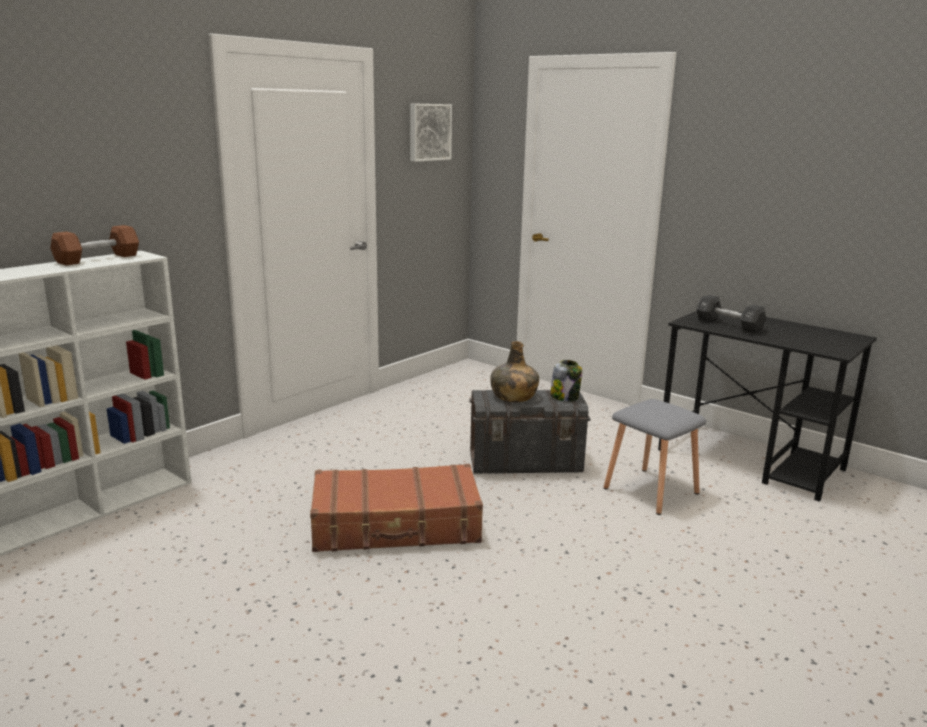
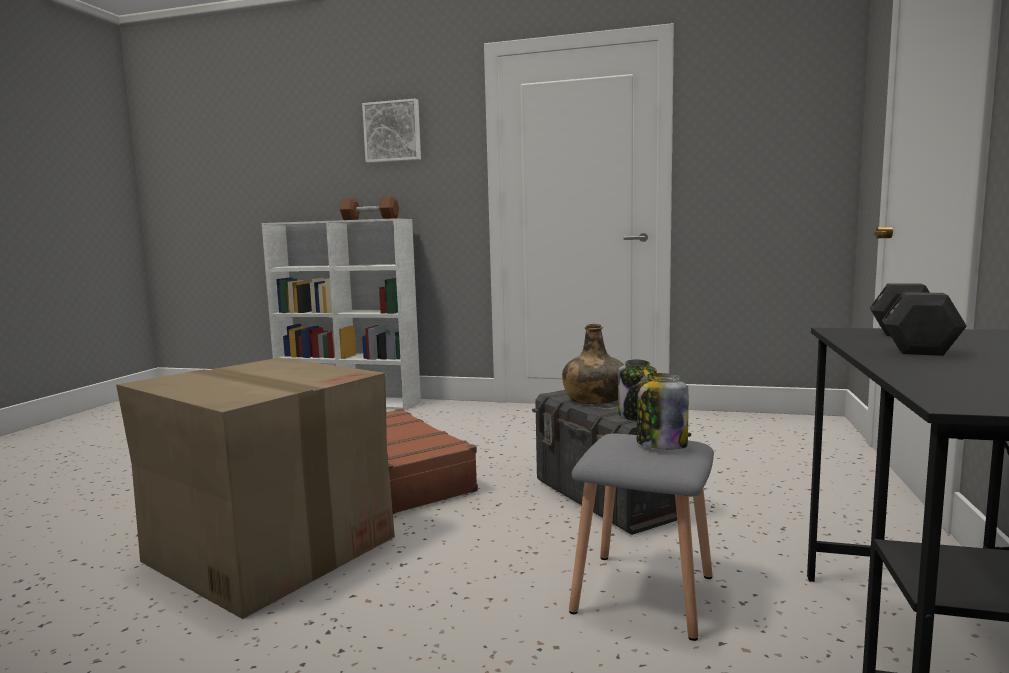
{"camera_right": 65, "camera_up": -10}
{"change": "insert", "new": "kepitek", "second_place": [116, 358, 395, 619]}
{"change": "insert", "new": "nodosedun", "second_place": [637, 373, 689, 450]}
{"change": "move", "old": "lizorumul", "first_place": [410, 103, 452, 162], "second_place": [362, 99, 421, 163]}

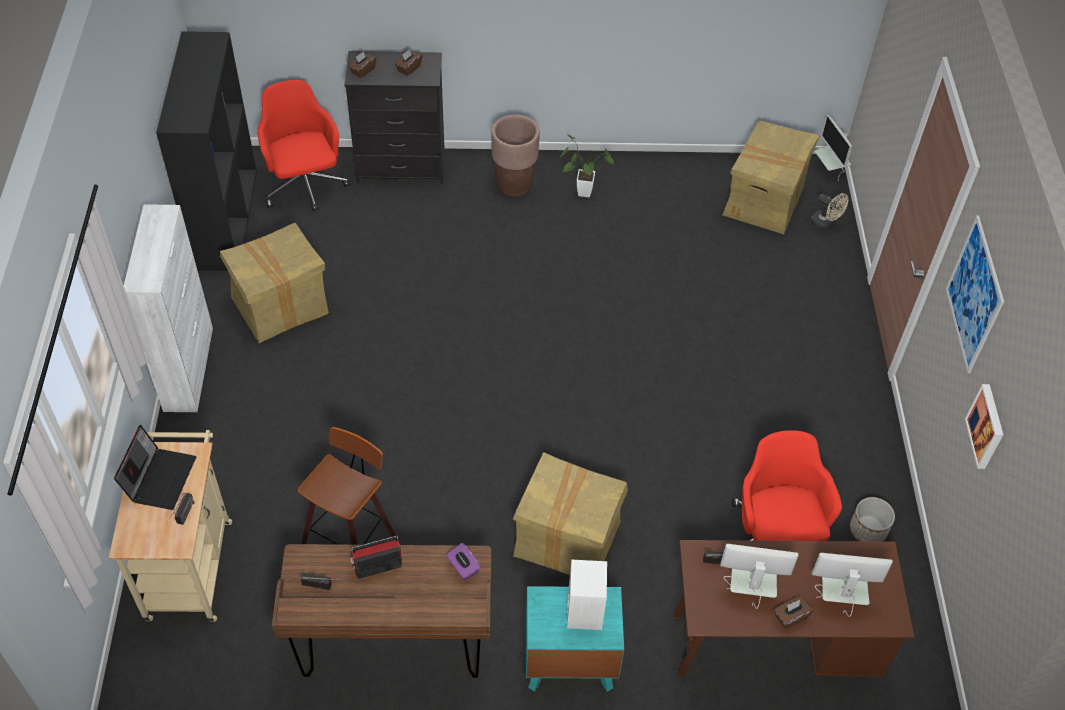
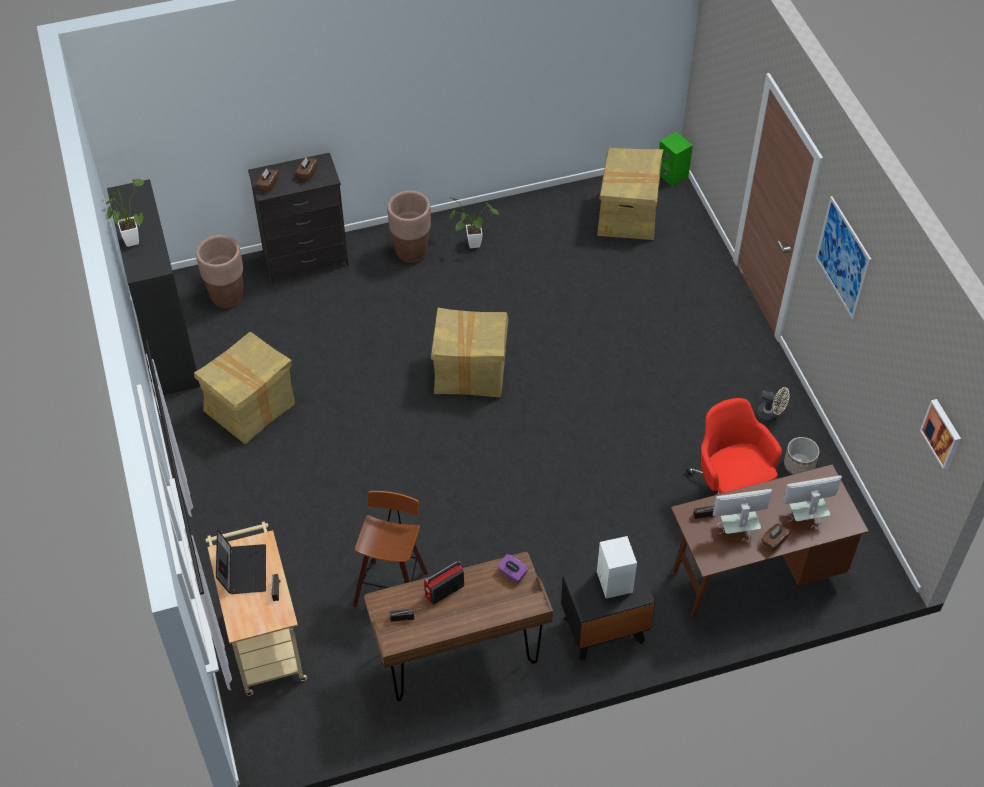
{"camera_right": -15, "camera_up": 0}
{"change": "delete", "old": "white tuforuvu", "first_place": [124, 204, 213, 412]}
{"change": "insert", "new": "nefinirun", "second_place": [106, 179, 144, 247]}
{"change": "move", "old": "kepitek", "first_place": [513, 452, 628, 575], "second_place": [430, 308, 509, 397]}
{"change": "move", "old": "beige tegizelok", "first_place": [811, 193, 848, 230], "second_place": [756, 387, 790, 423]}
{"change": "move", "old": "lizorumul", "first_place": [965, 384, 1003, 469], "second_place": [920, 399, 961, 470]}
{"change": "replace", "old": "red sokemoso", "new": "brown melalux", "first_place": [257, 80, 350, 211], "second_place": [196, 235, 243, 308]}
{"change": "replace", "old": "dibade", "new": "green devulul", "first_place": [815, 114, 852, 180], "second_place": [659, 132, 693, 186]}
{"change": "recolor", "old": "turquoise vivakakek", "new": "black vivakakek", "first_place": [526, 586, 624, 692], "second_place": [561, 556, 655, 660]}

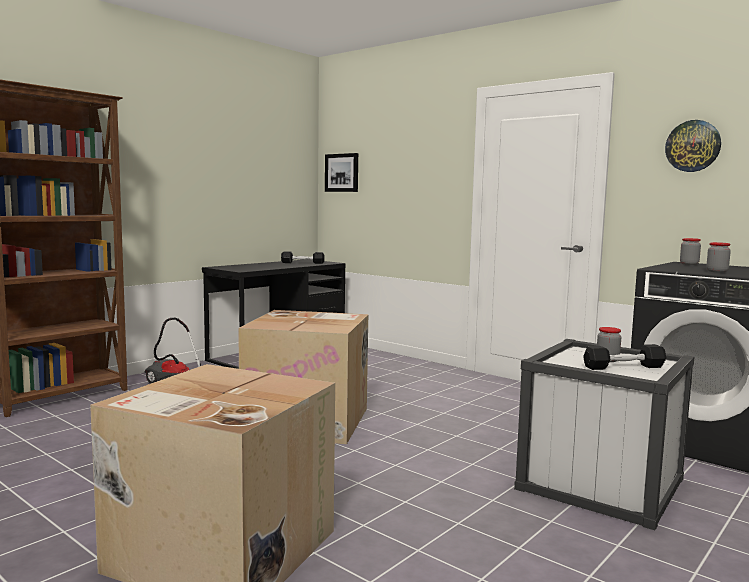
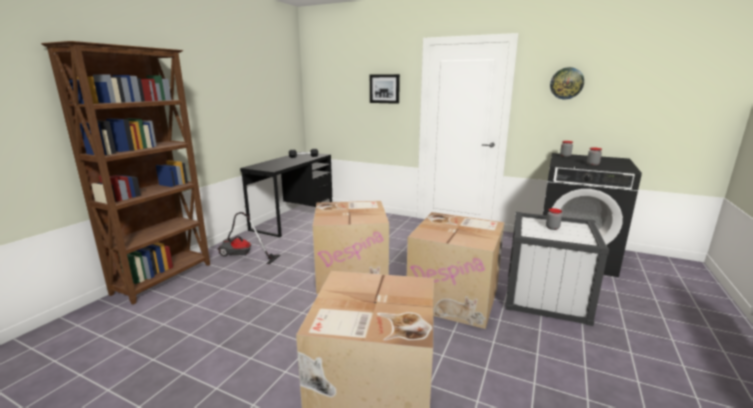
{"camera_right": -15, "camera_up": 10}
{"change": "delete", "old": "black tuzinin", "first_place": [583, 344, 667, 370]}
{"change": "insert", "new": "kepitek", "second_place": [407, 212, 505, 329]}
{"change": "move", "old": "lizorumul", "first_place": [325, 153, 358, 192], "second_place": [370, 74, 400, 104]}

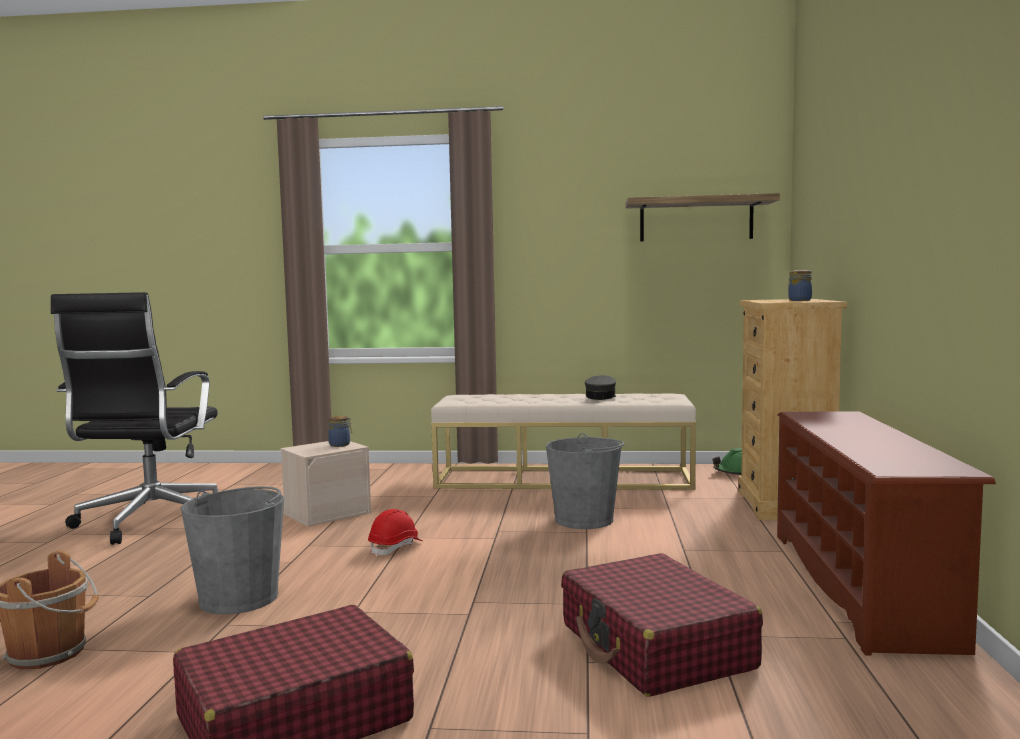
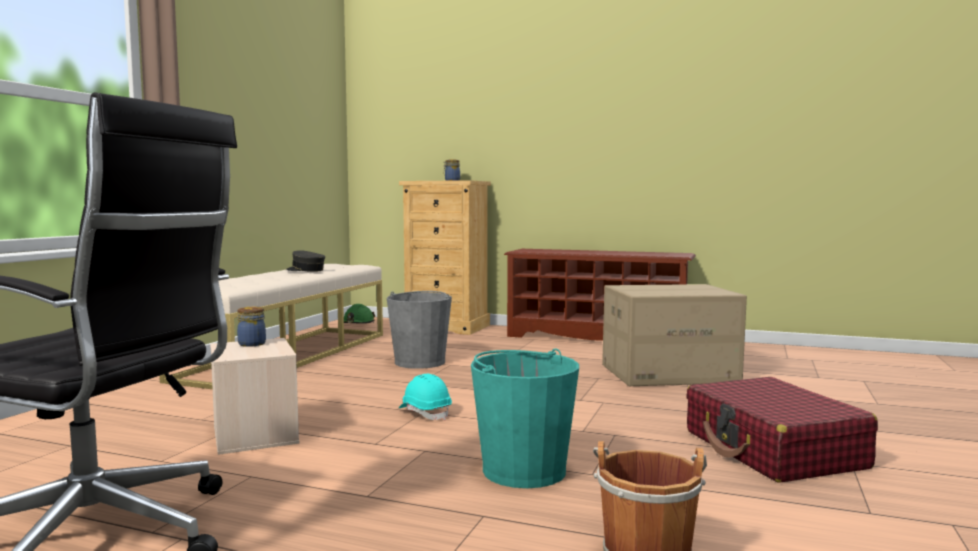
{"camera_right": -75, "camera_up": 0}
{"change": "delete", "old": "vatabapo", "first_place": [625, 193, 780, 241]}
{"change": "replace", "old": "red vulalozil", "new": "kepitek", "first_place": [561, 553, 763, 697], "second_place": [602, 284, 747, 386]}
{"change": "recolor", "old": "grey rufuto", "new": "turquoise rufuto", "first_place": [181, 486, 284, 614], "second_place": [471, 349, 579, 488]}
{"change": "recolor", "old": "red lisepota", "new": "turquoise lisepota", "first_place": [368, 509, 422, 557], "second_place": [399, 374, 452, 420]}

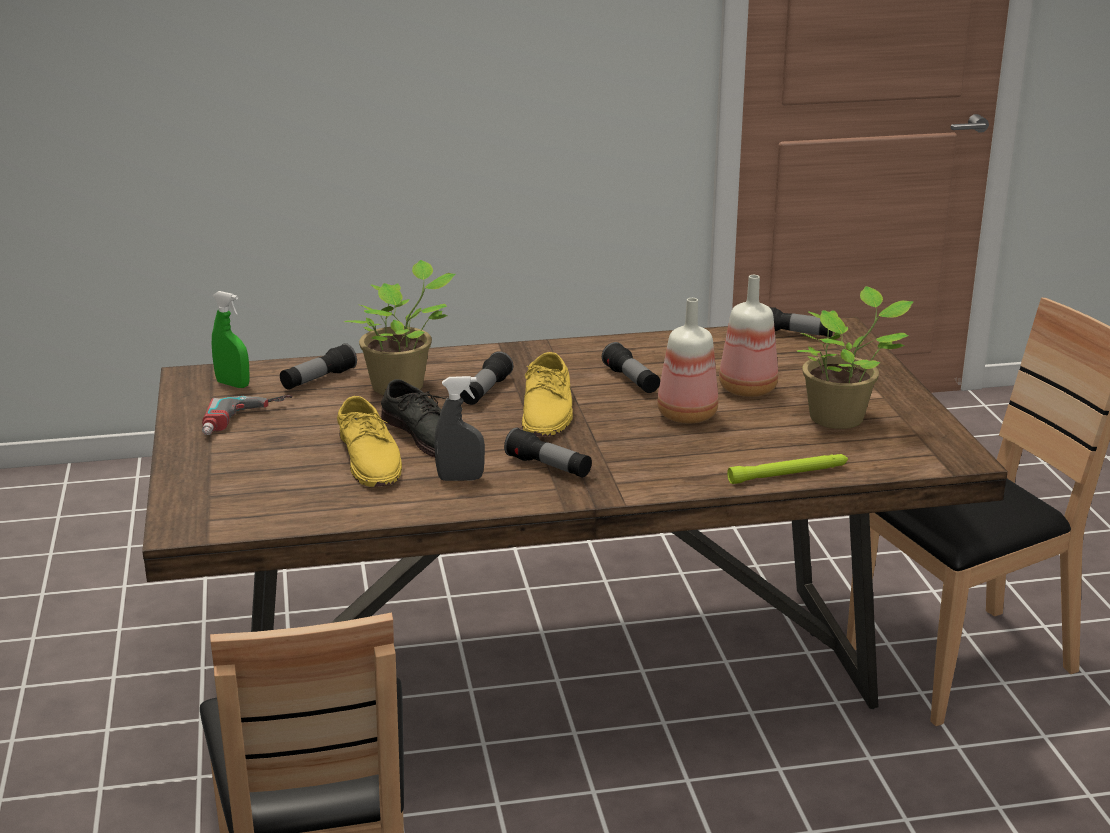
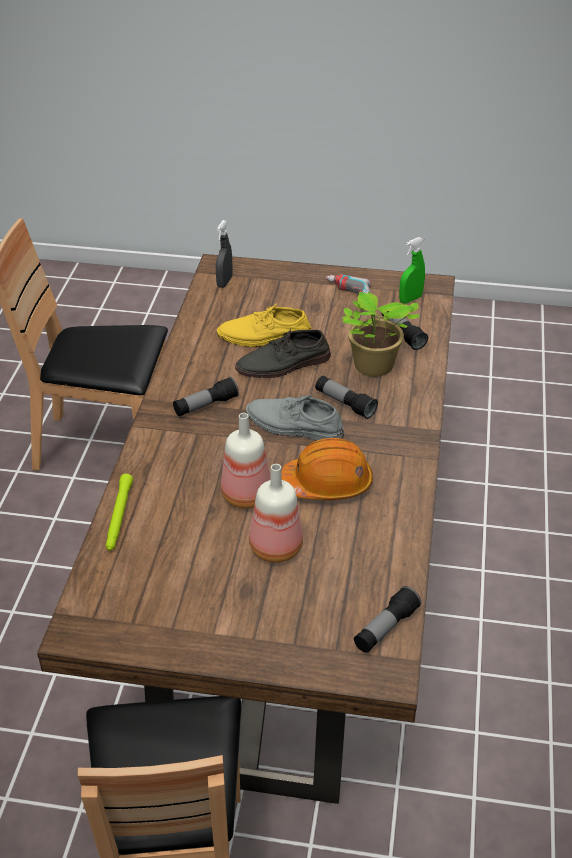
{"camera_right": 110, "camera_up": 15}
{"change": "delete", "old": "nefinirun", "first_place": [797, 286, 914, 429]}
{"change": "move", "old": "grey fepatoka", "first_place": [435, 376, 485, 481], "second_place": [216, 220, 233, 288]}
{"change": "replace", "old": "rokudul", "new": "orange lisepota", "first_place": [602, 342, 660, 393], "second_place": [281, 438, 373, 500]}
{"change": "recolor", "old": "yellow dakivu", "new": "grey dakivu", "first_place": [522, 352, 573, 436], "second_place": [246, 394, 344, 441]}

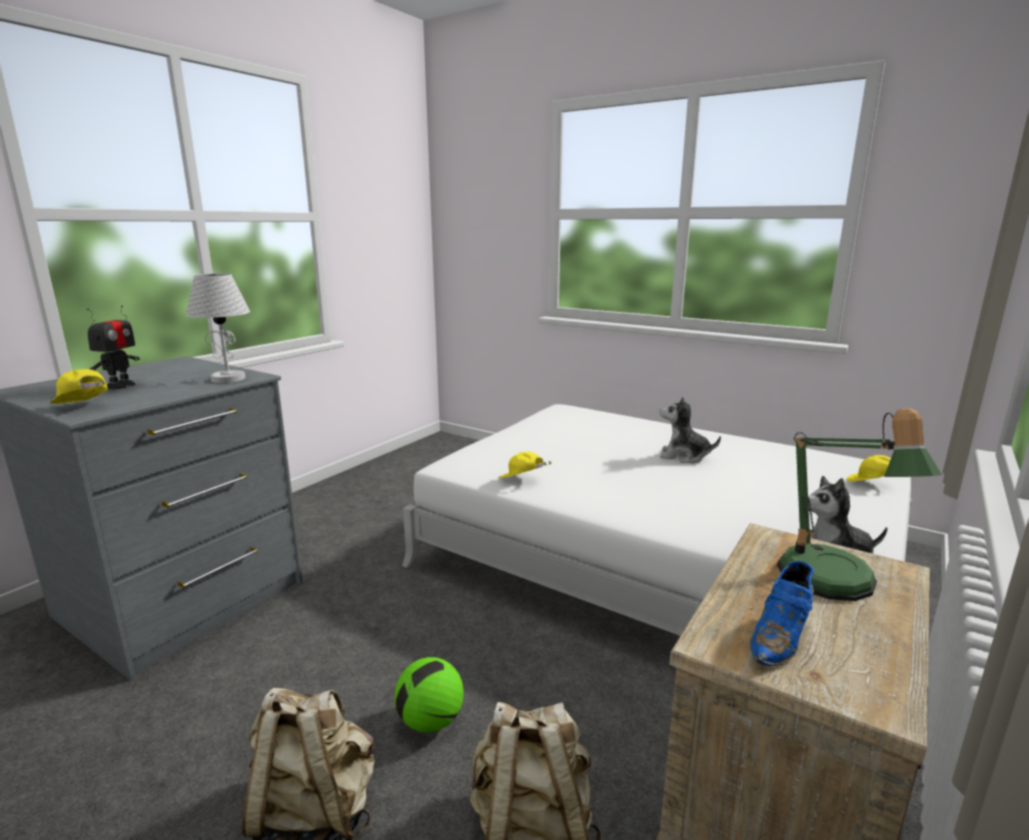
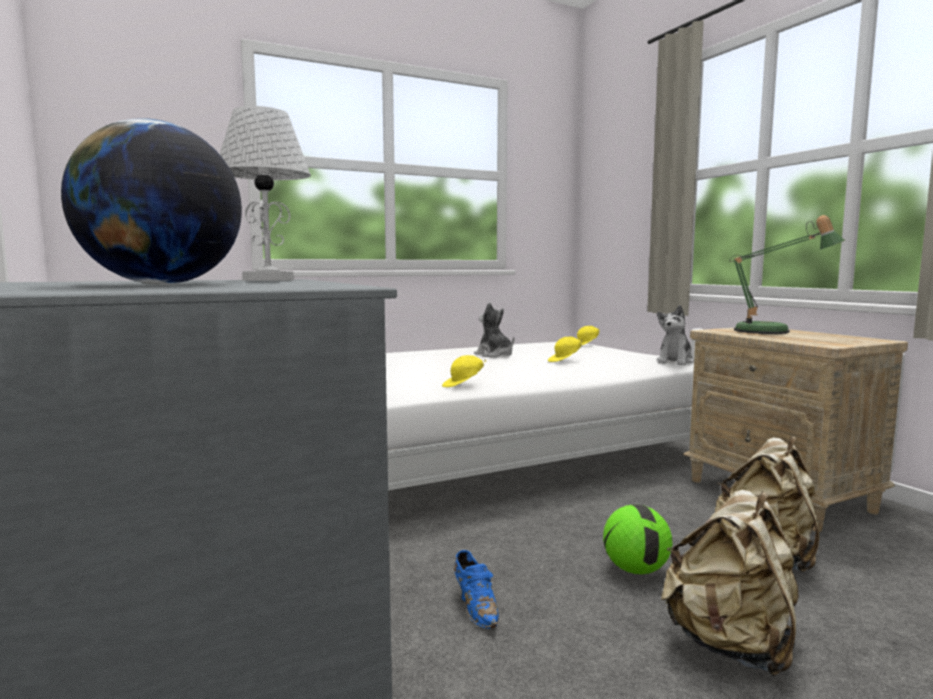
{"camera_right": -60, "camera_up": -10}
{"change": "move", "old": "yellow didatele", "first_place": [50, 369, 108, 404], "second_place": [548, 337, 582, 362]}
{"change": "move", "old": "blue dakivu", "first_place": [750, 561, 814, 666], "second_place": [454, 550, 499, 629]}
{"change": "replace", "old": "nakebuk", "new": "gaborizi", "first_place": [87, 305, 140, 389], "second_place": [61, 118, 242, 285]}
{"change": "rotate", "old": "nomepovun", "first_place": [660, 396, 721, 463], "second_place": [474, 302, 514, 357], "degrees": 90}

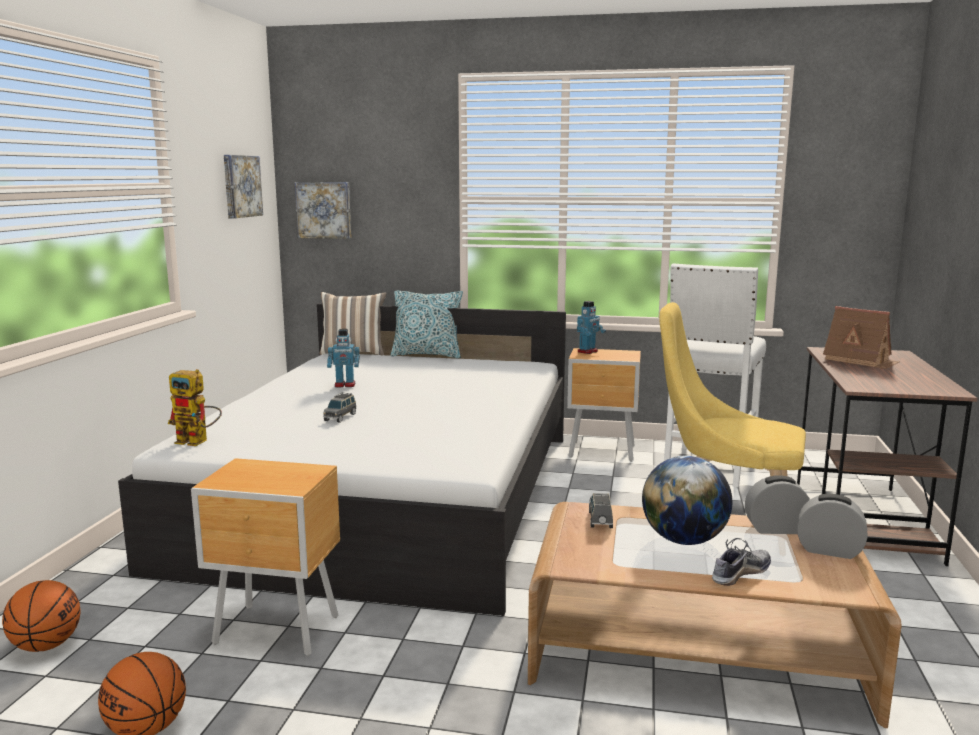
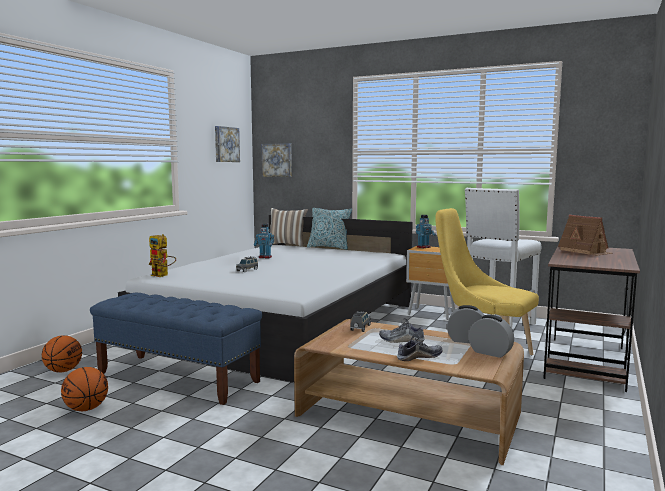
{"camera_right": 15, "camera_up": -5}
{"change": "replace", "old": "brown vivakakek", "new": "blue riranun", "first_place": [191, 458, 340, 656], "second_place": [90, 293, 262, 405]}
{"change": "replace", "old": "gaborizi", "new": "dakivu", "first_place": [642, 456, 732, 545], "second_place": [379, 318, 425, 343]}

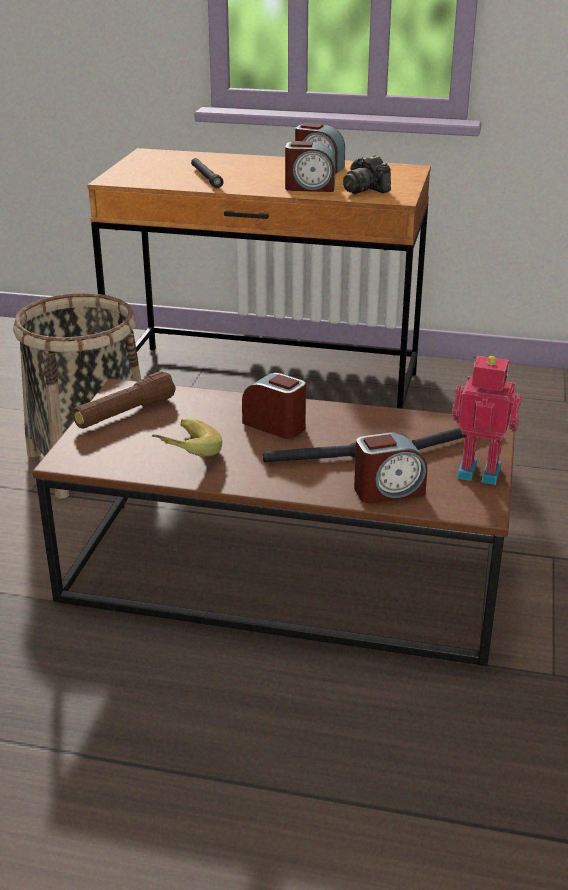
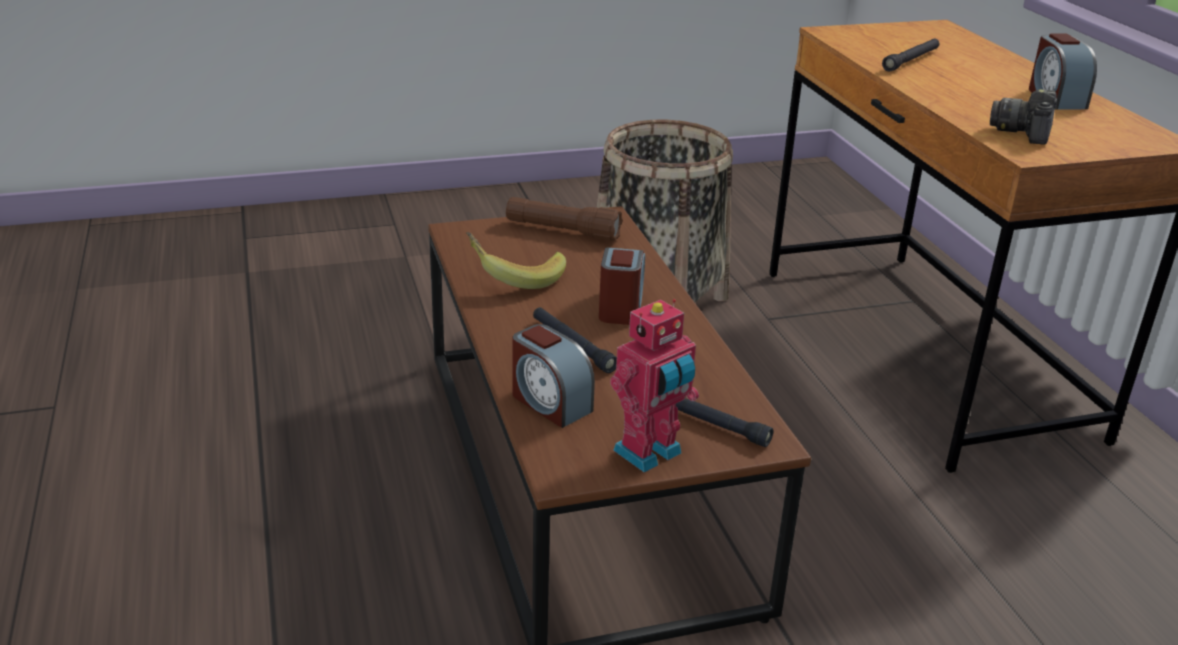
{"camera_right": 60, "camera_up": 0}
{"change": "delete", "old": "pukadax", "first_place": [285, 141, 335, 192]}
{"change": "rotate", "old": "nakebuk", "first_place": [452, 356, 522, 485], "second_place": [610, 299, 699, 472], "degrees": 60}

